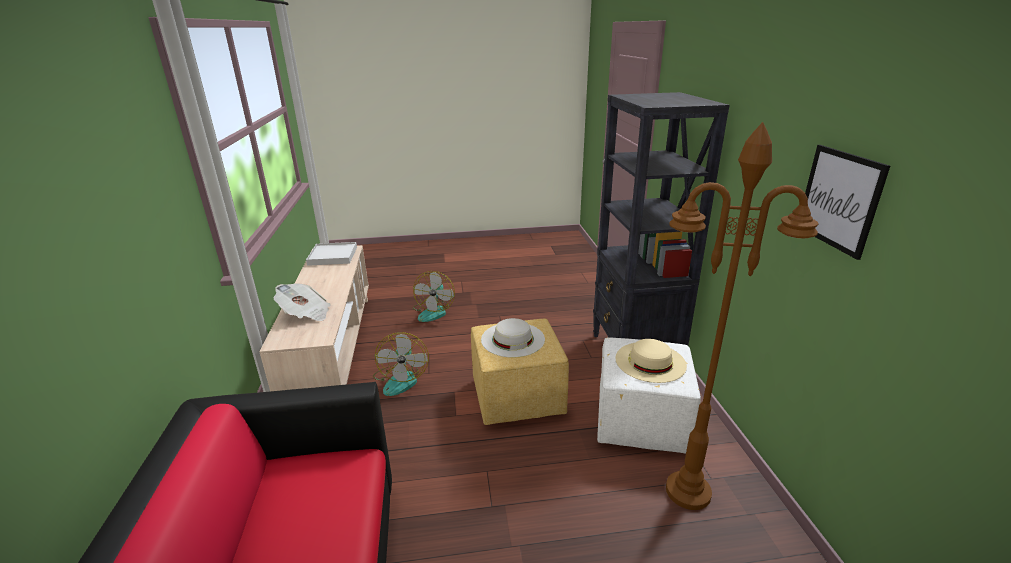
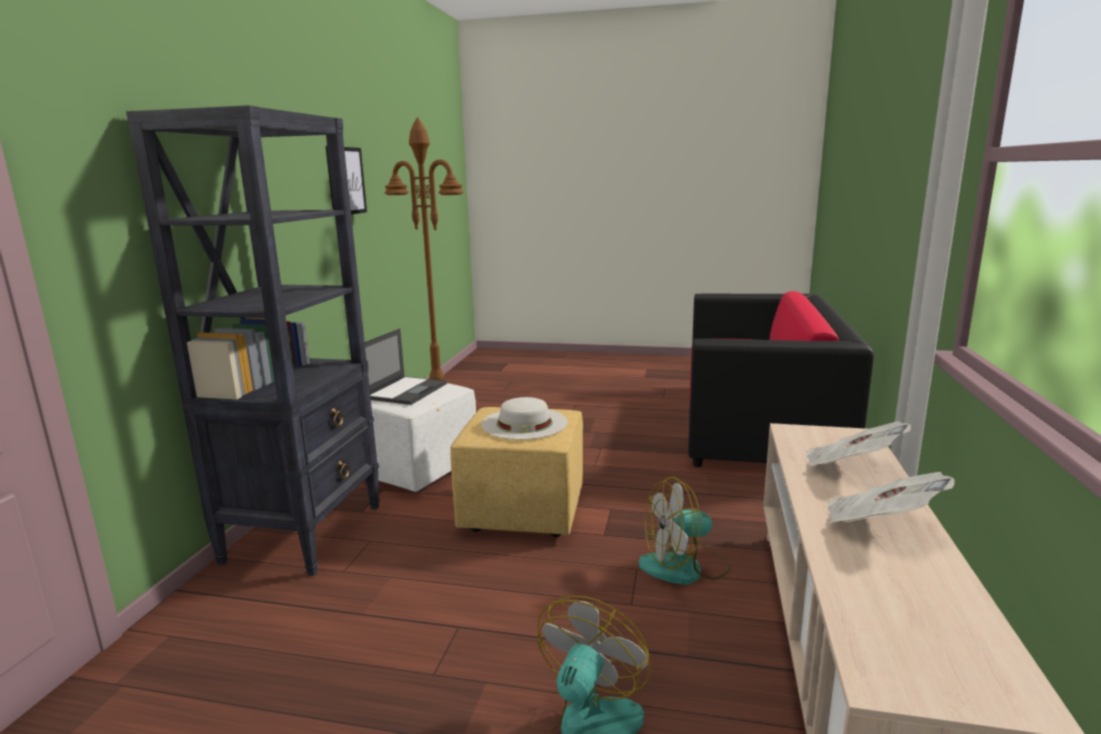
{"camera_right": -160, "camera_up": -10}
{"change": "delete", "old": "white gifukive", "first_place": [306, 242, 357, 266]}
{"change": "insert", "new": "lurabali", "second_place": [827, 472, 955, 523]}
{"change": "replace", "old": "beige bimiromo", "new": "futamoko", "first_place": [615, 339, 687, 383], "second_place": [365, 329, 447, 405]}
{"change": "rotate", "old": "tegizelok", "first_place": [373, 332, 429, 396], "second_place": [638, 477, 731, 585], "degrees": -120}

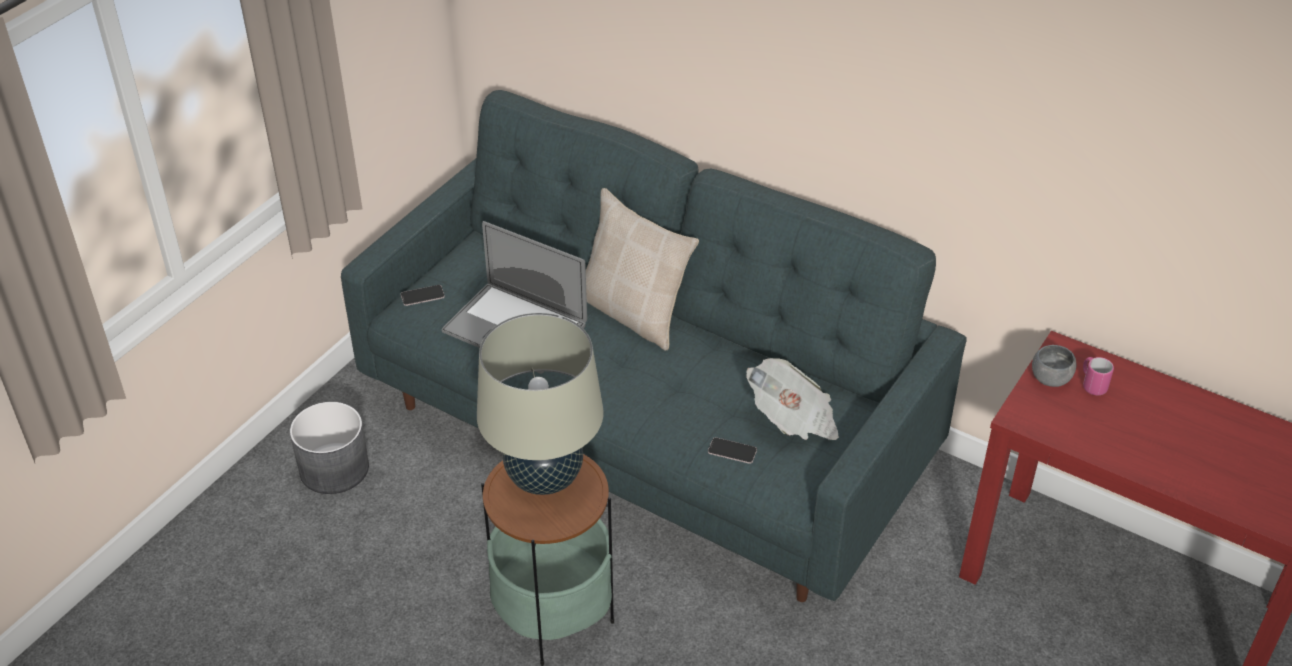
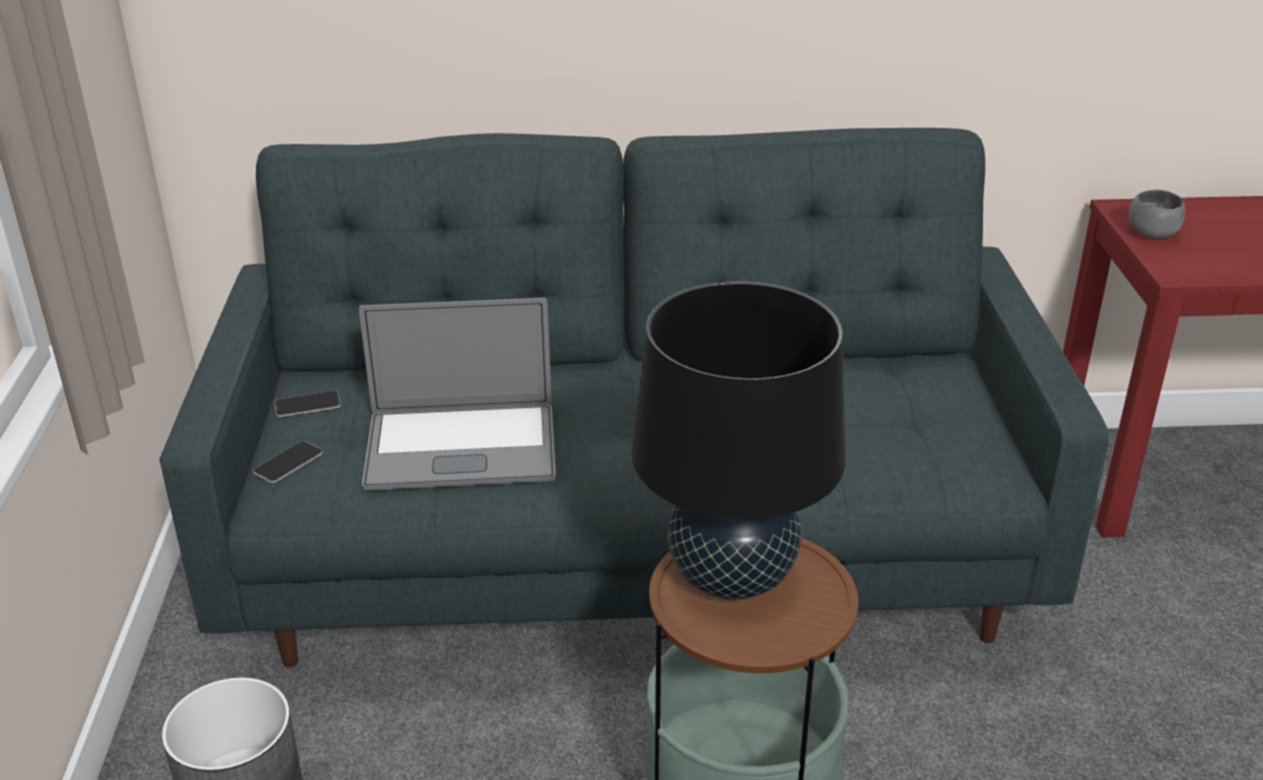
{"camera_right": -35, "camera_up": -10}
{"change": "delete", "old": "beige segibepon", "first_place": [586, 188, 699, 351]}
{"change": "delete", "old": "lurabali", "first_place": [746, 358, 839, 440]}
{"change": "delete", "old": "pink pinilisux", "first_place": [1083, 357, 1114, 395]}
{"change": "move", "old": "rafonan", "first_place": [708, 437, 757, 464], "second_place": [275, 391, 341, 417]}
{"change": "recolor", "old": "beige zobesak", "new": "black zobesak", "first_place": [477, 313, 604, 495], "second_place": [631, 281, 846, 599]}

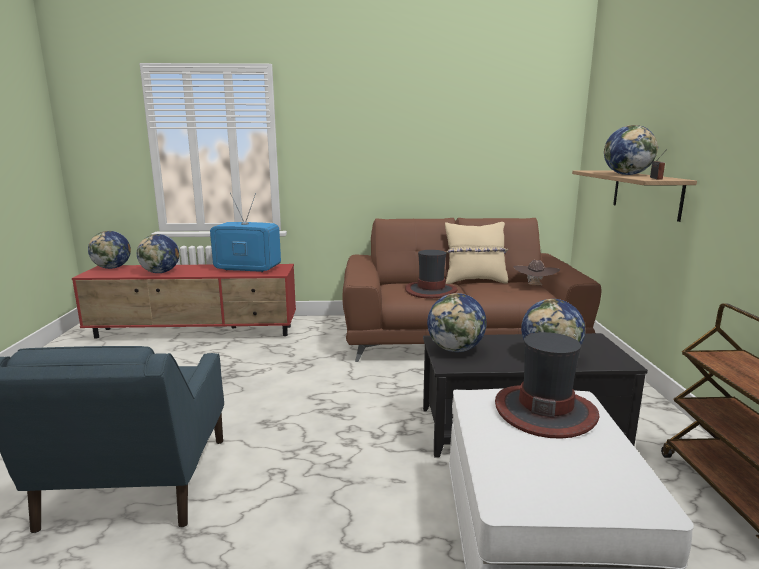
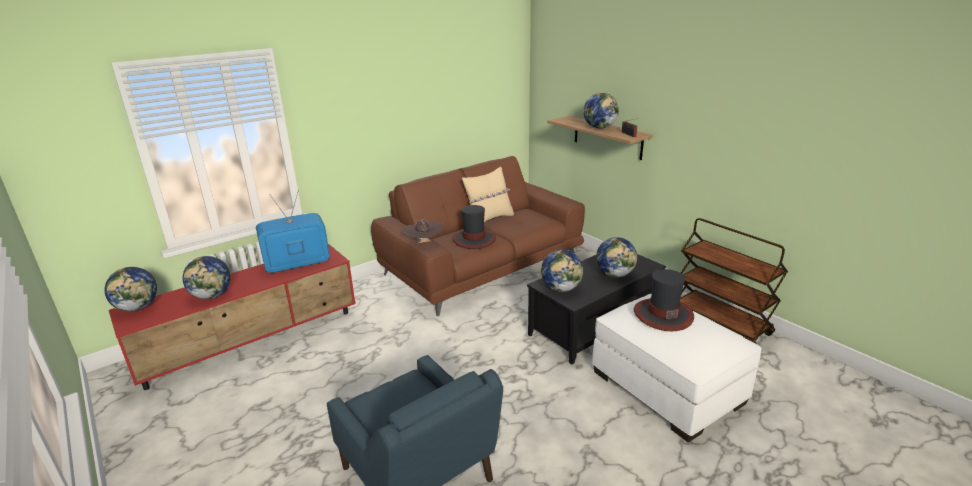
{"camera_right": -35, "camera_up": 10}
{"change": "move", "old": "brown bimiromo", "first_place": [513, 260, 560, 286], "second_place": [403, 220, 443, 243]}

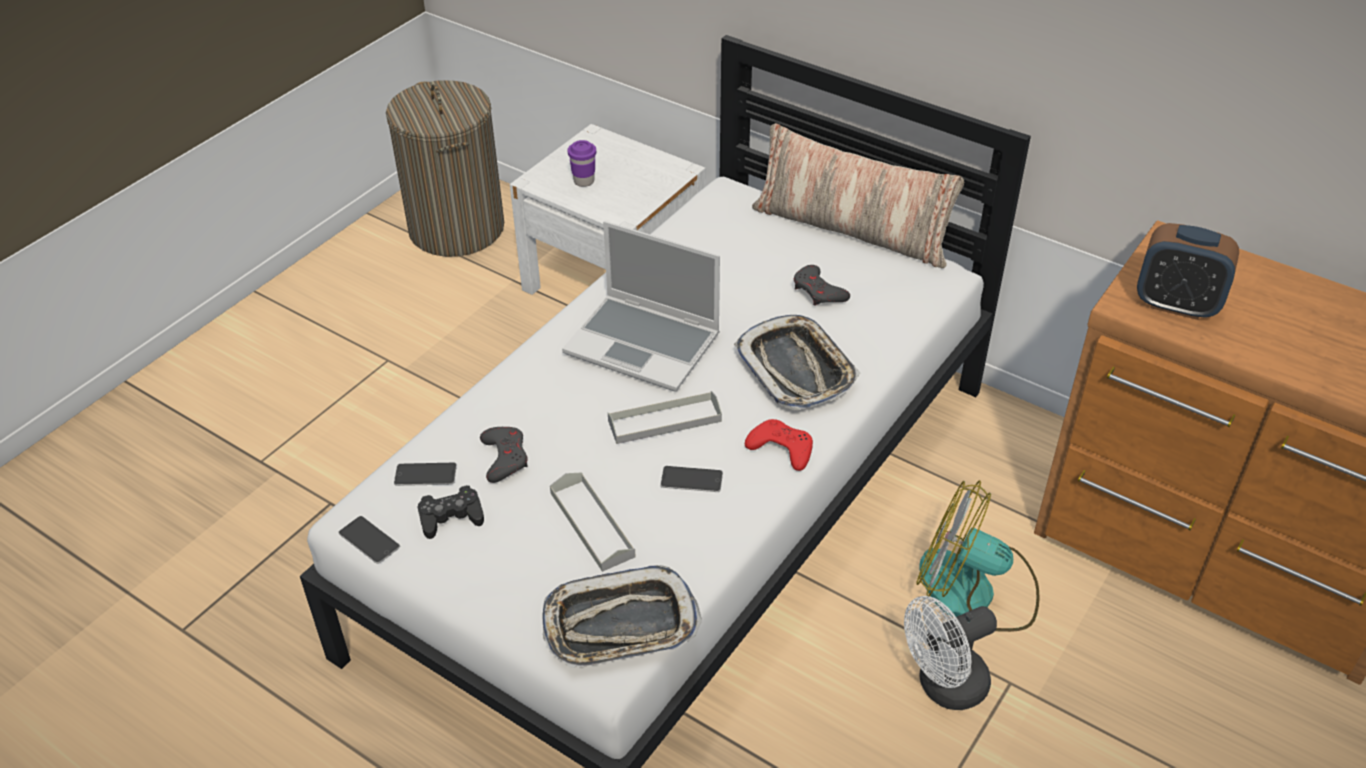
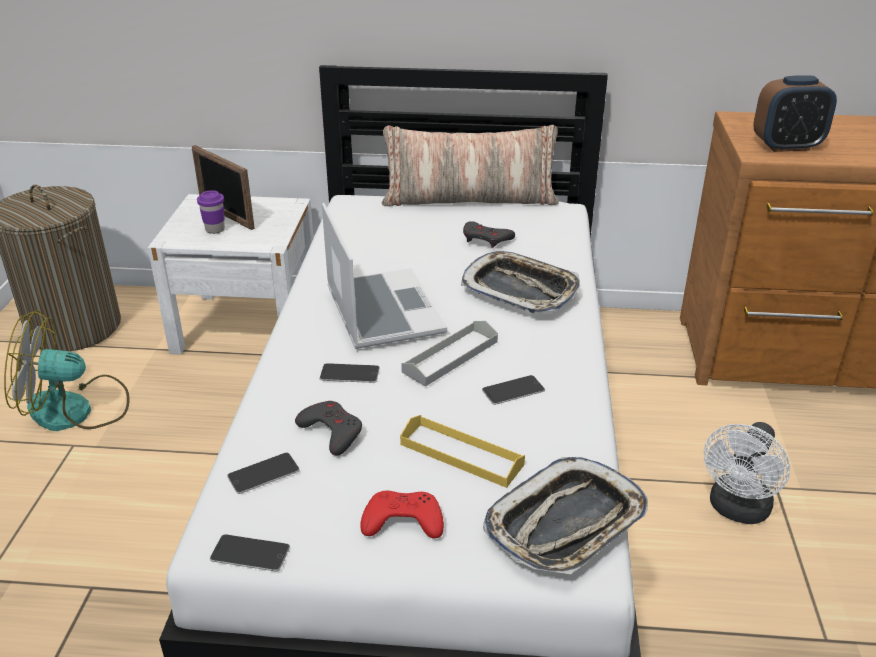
{"camera_right": -30, "camera_up": -10}
{"change": "delete", "old": "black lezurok", "first_place": [418, 485, 484, 539]}
{"change": "insert", "new": "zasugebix", "second_place": [192, 145, 255, 230]}
{"change": "insert", "new": "rafonan", "second_place": [320, 363, 380, 383]}
{"change": "move", "old": "red lezurok", "first_place": [745, 419, 813, 471], "second_place": [360, 491, 444, 538]}
{"change": "move", "old": "tegizelok", "first_place": [917, 480, 1040, 632], "second_place": [4, 311, 129, 431]}
{"change": "recolor", "old": "grey gifukive", "new": "yellow gifukive", "first_place": [550, 473, 636, 572], "second_place": [400, 415, 525, 488]}
{"change": "rotate", "old": "futamoko", "first_place": [562, 221, 720, 392], "second_place": [322, 203, 447, 349], "degrees": -105}

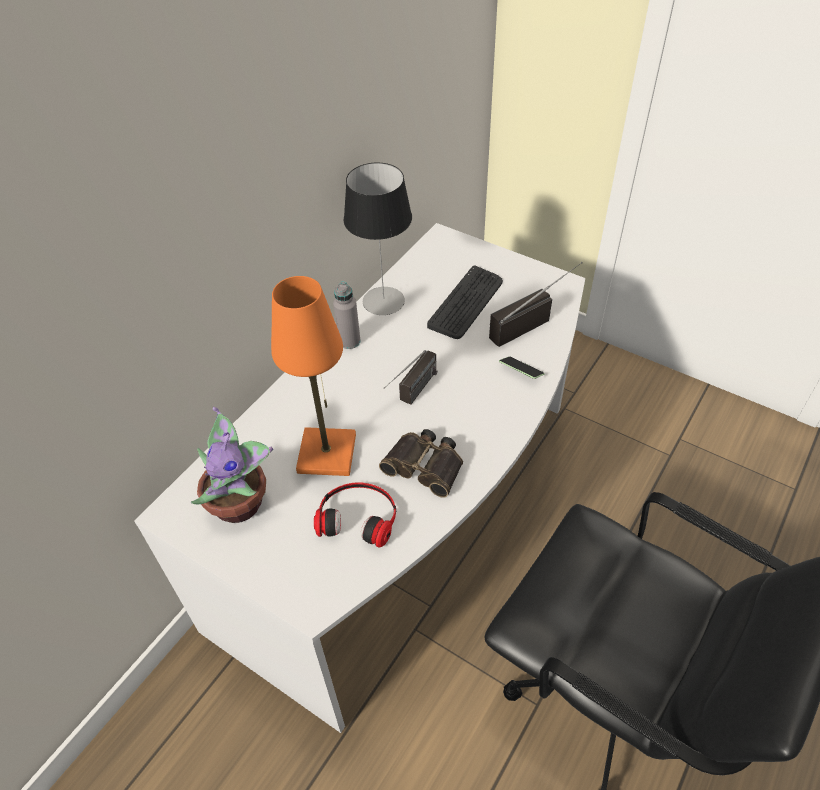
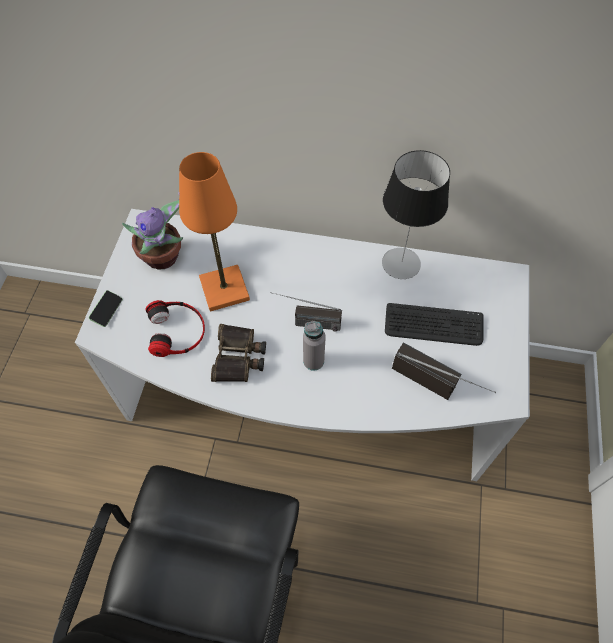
{"camera_right": 65, "camera_up": 10}
{"change": "move", "old": "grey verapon", "first_place": [333, 282, 361, 349], "second_place": [303, 321, 326, 371]}
{"change": "move", "old": "rafonan", "first_place": [499, 357, 545, 379], "second_place": [88, 290, 123, 327]}

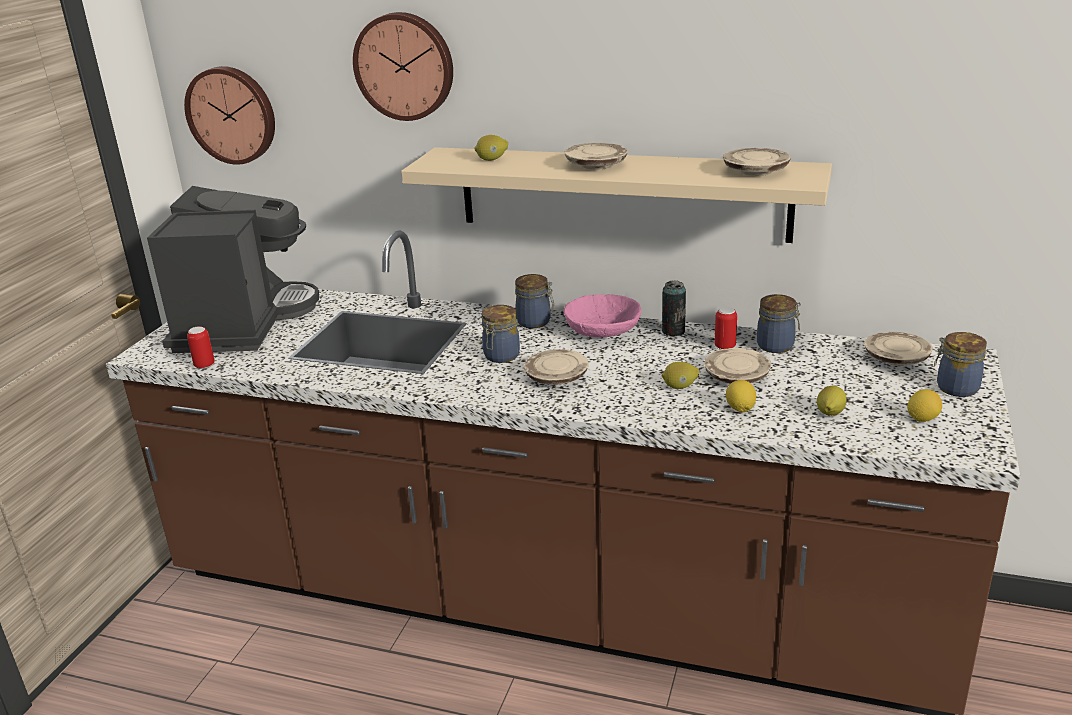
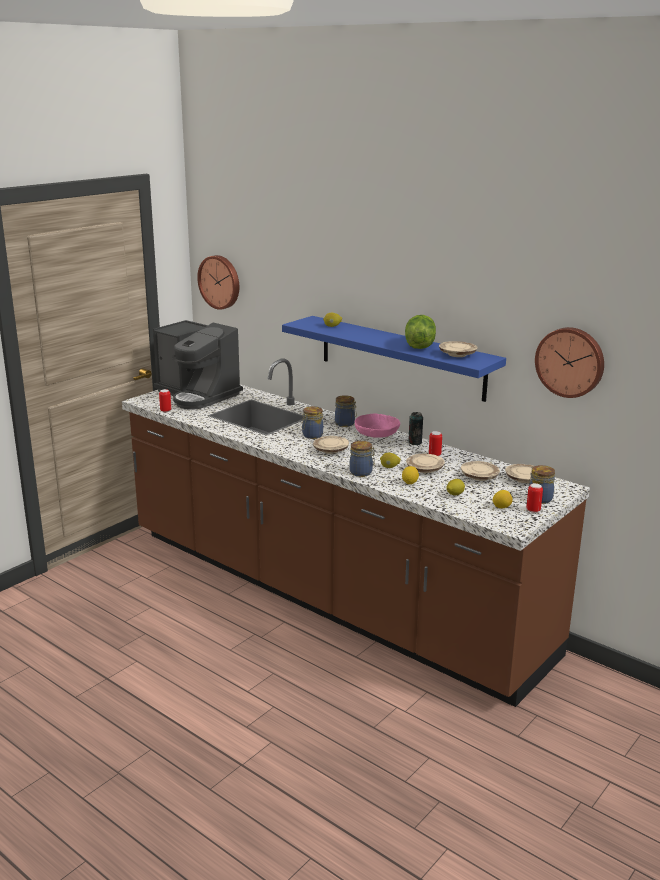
{"camera_right": 20, "camera_up": -5}
{"change": "insert", "new": "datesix", "second_place": [405, 315, 436, 349]}
{"change": "insert", "new": "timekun", "second_place": [526, 483, 543, 513]}
{"change": "move", "old": "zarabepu", "first_place": [353, 12, 453, 121], "second_place": [535, 327, 604, 398]}
{"change": "move", "old": "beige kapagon", "first_place": [564, 143, 628, 170], "second_place": [461, 461, 500, 481]}
{"change": "move", "old": "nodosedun", "first_place": [757, 294, 801, 353], "second_place": [349, 441, 375, 477]}
{"change": "recolor", "old": "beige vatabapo", "new": "blue vatabapo", "first_place": [401, 147, 832, 243], "second_place": [282, 316, 506, 402]}
{"change": "rotate", "old": "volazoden", "first_place": [147, 186, 319, 353], "second_place": [153, 320, 243, 410], "degrees": 105}

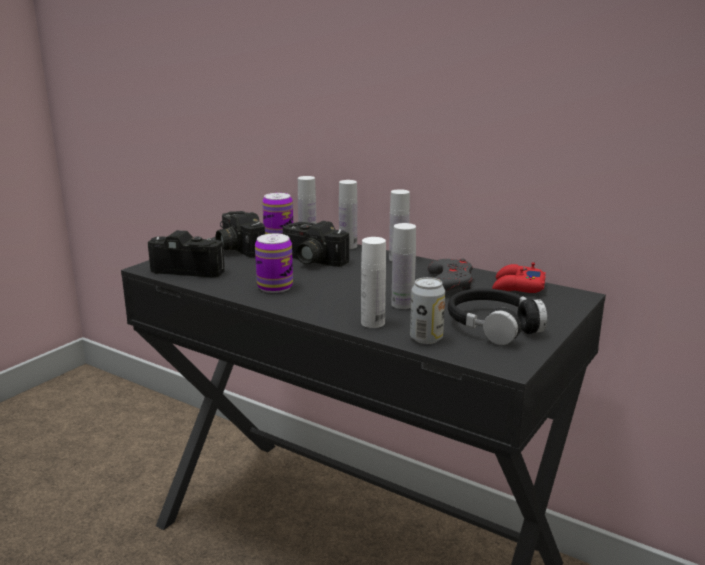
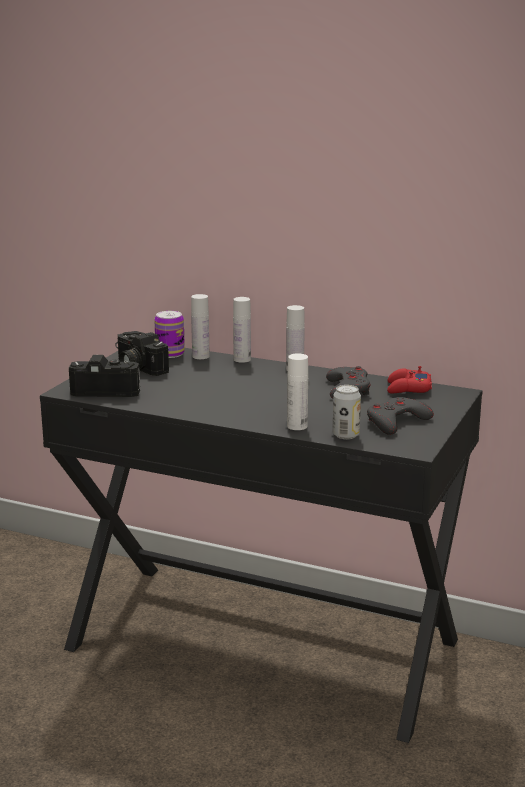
{"camera_right": -10, "camera_up": 0}
{"change": "delete", "old": "timekun", "first_place": [255, 234, 293, 293]}
{"change": "delete", "old": "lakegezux", "first_place": [283, 221, 349, 267]}
{"change": "delete", "old": "white verapon", "first_place": [392, 223, 416, 309]}
{"change": "replace", "old": "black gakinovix", "new": "grey lezurok", "first_place": [448, 288, 547, 345], "second_place": [367, 397, 434, 435]}

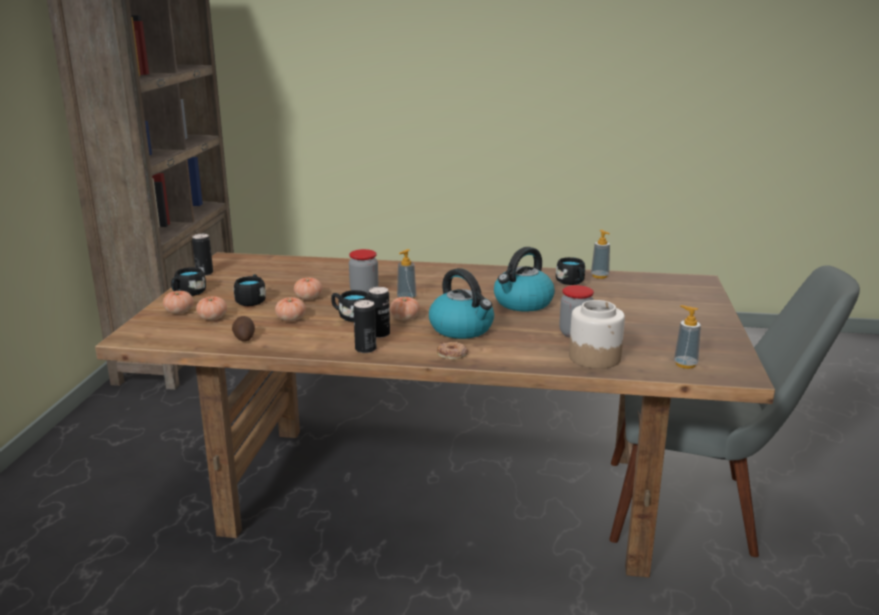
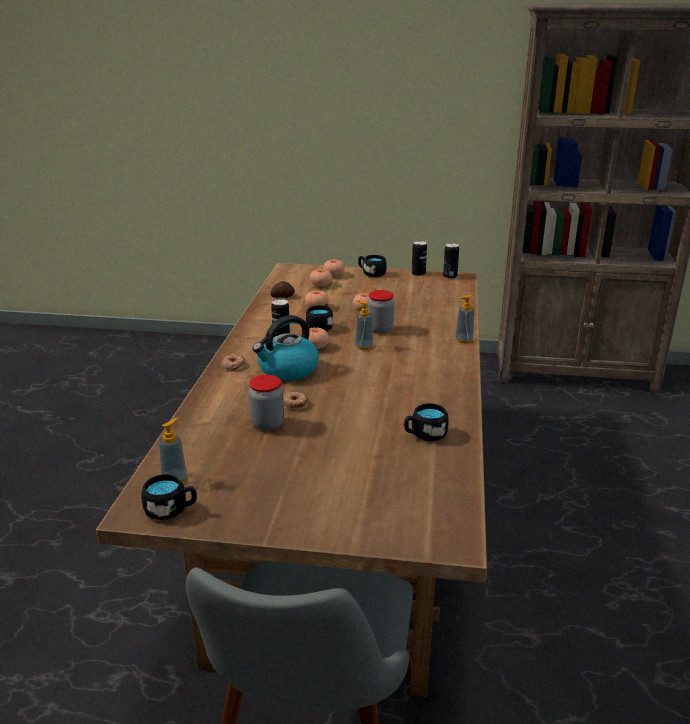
{"camera_right": 90, "camera_up": 5}
{"change": "delete", "old": "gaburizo", "first_place": [494, 247, 555, 312]}
{"change": "delete", "old": "nodosedun", "first_place": [569, 300, 625, 369]}
{"change": "insert", "new": "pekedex", "second_place": [283, 392, 309, 411]}
{"change": "move", "old": "black pinilisux", "first_place": [234, 274, 266, 306], "second_place": [141, 474, 197, 520]}
{"change": "move", "old": "timekun", "first_place": [353, 300, 376, 353], "second_place": [443, 243, 459, 279]}
{"change": "move", "old": "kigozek", "first_place": [591, 230, 610, 279], "second_place": [455, 295, 474, 343]}

